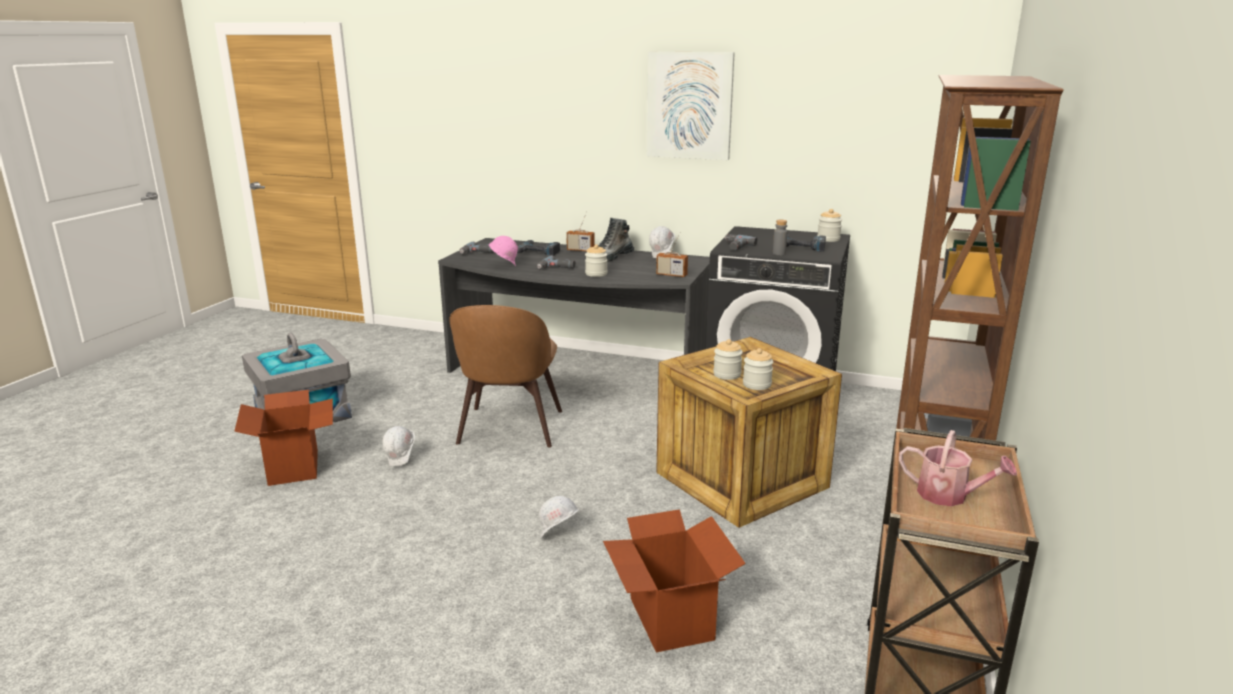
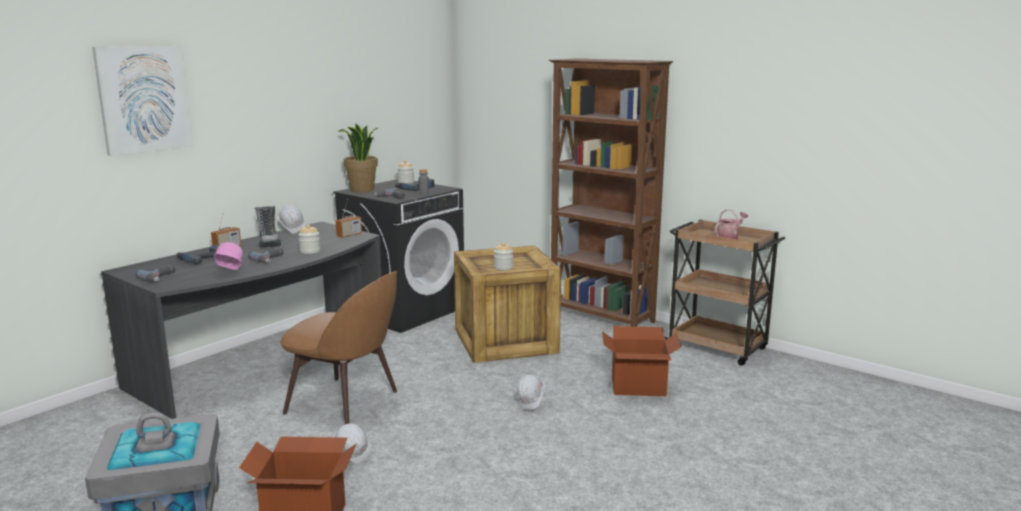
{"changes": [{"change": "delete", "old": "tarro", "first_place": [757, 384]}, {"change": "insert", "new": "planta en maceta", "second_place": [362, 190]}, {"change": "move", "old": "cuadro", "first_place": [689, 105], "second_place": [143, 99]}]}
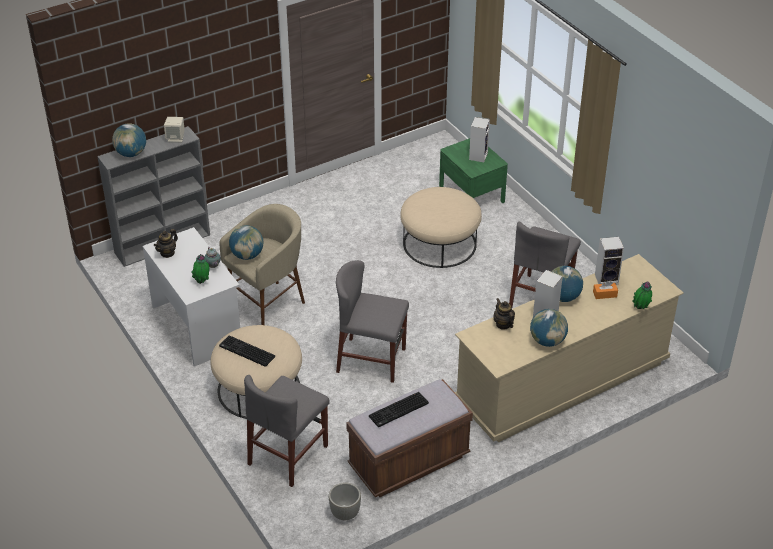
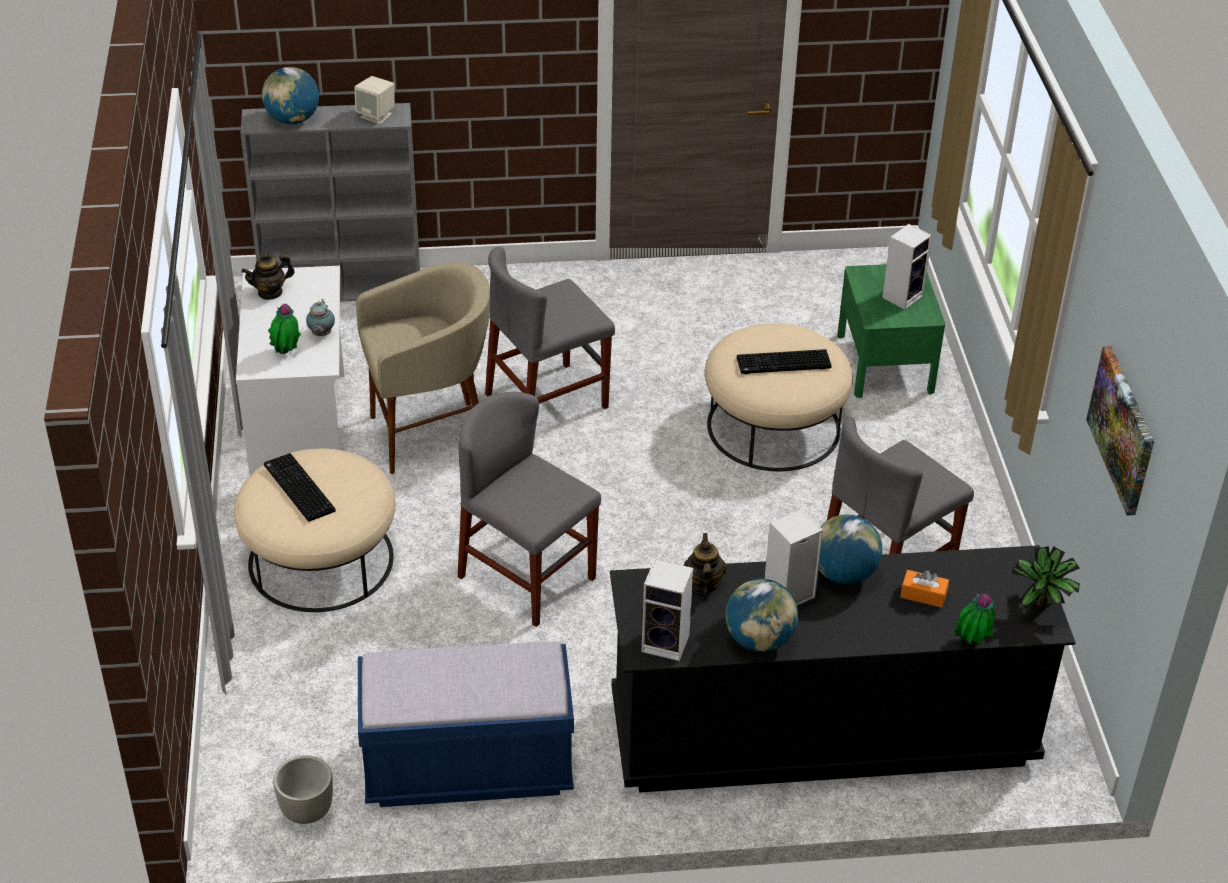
{"changes": [{"change": "delete", "old": "globo terráqueo", "first_place": [247, 255]}, {"change": "insert", "new": "planta en maceta", "second_place": [1041, 607]}, {"change": "insert", "new": "cuadro", "second_place": [1123, 429]}, {"change": "move", "old": "silla [gris]", "first_place": [288, 455], "second_place": [547, 400]}, {"change": "move", "old": "teclado", "first_place": [398, 411], "second_place": [783, 364]}, {"change": "move", "old": "altavoz", "first_place": [607, 279], "second_place": [667, 643]}, {"change": "recolor", "old": "banco [marrón]", "new": "banco [azul]", "first_place": [409, 462], "second_place": [468, 767]}, {"change": "recolor", "old": "cómoda [beis]", "new": "cómoda [negro]", "first_place": [562, 382], "second_place": [822, 731]}]}
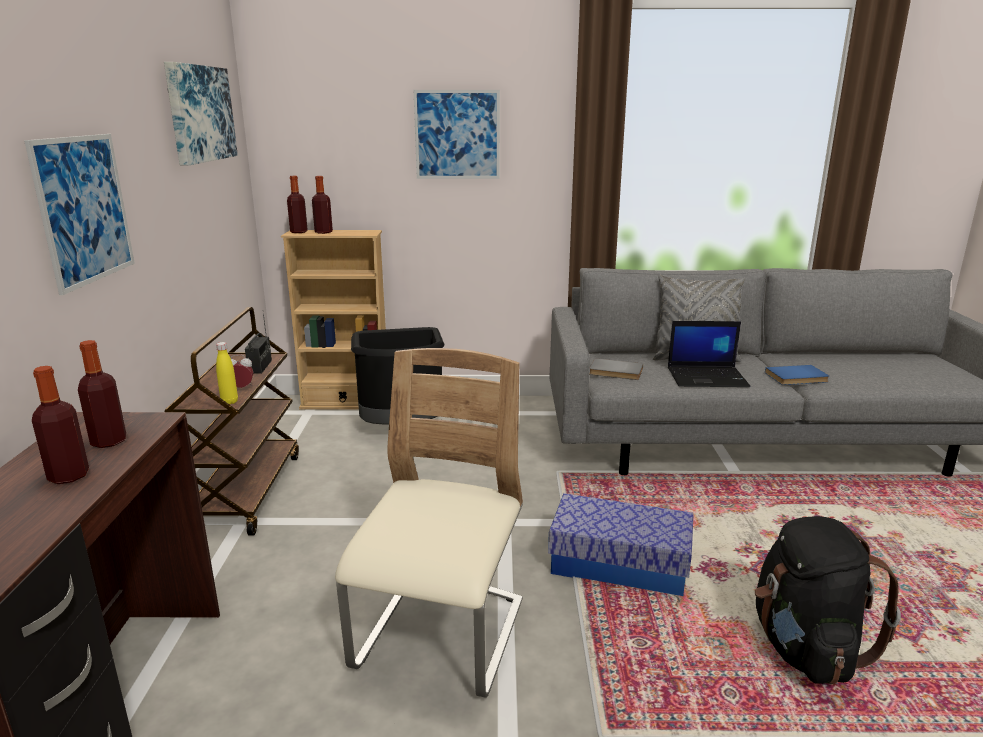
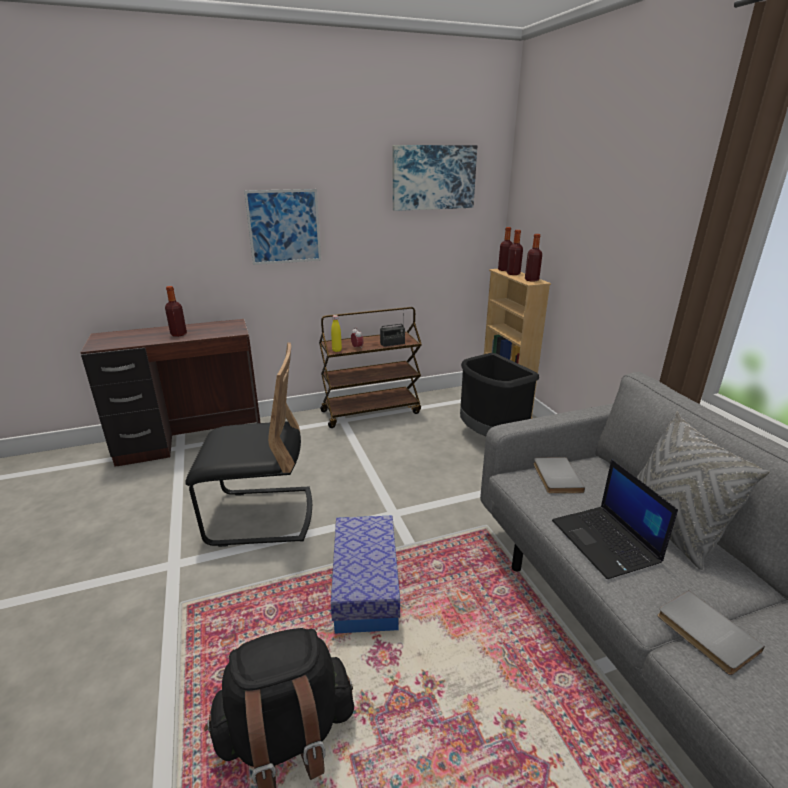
{"changes": [{"change": "delete", "old": "cuadro", "first_place": [457, 135]}, {"change": "move", "old": "botella", "first_place": [109, 441], "second_place": [531, 280]}, {"change": "recolor", "old": "silla [beis]", "new": "silla [negro]", "first_place": [441, 637], "second_place": [260, 516]}, {"change": "recolor", "old": "libro [azul]", "new": "libro [gris]", "first_place": [797, 378], "second_place": [705, 634]}]}
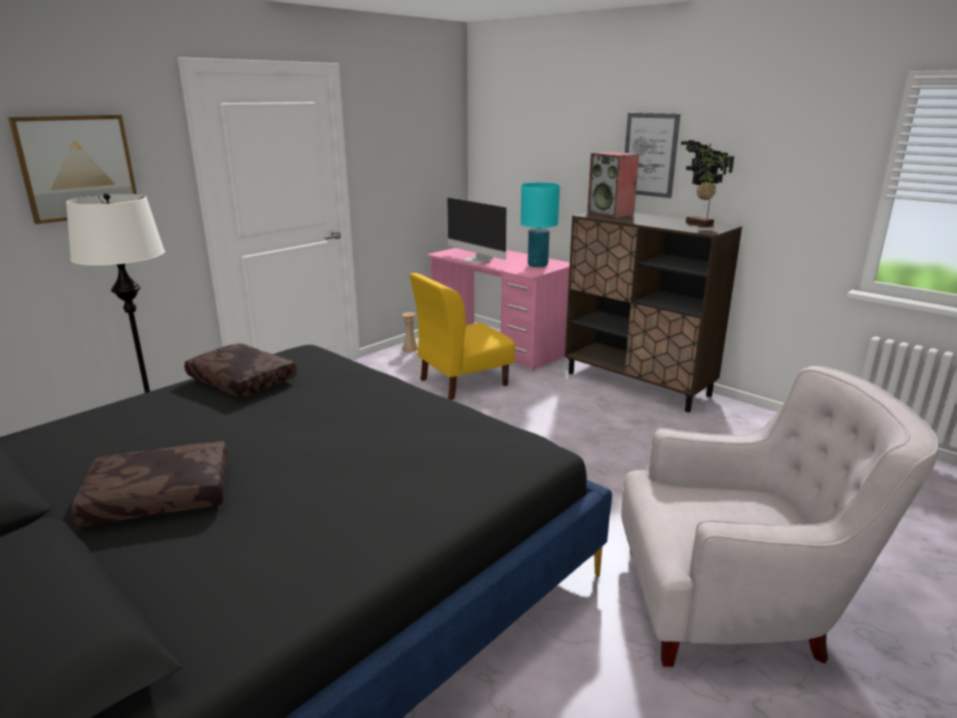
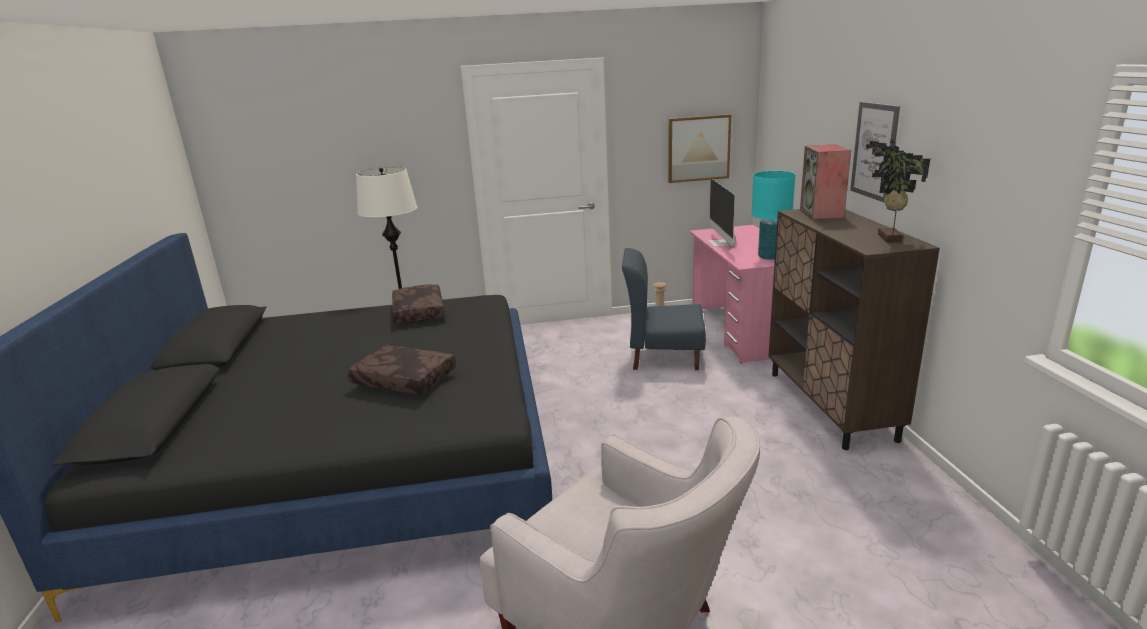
{"changes": [{"change": "move", "old": "cuadro", "first_place": [77, 167], "second_place": [698, 148]}, {"change": "move", "old": "cojín [marrón]", "first_place": [158, 497], "second_place": [402, 380]}, {"change": "recolor", "old": "silla [amarillo]", "new": "silla [azul]", "first_place": [462, 382], "second_place": [663, 356]}]}
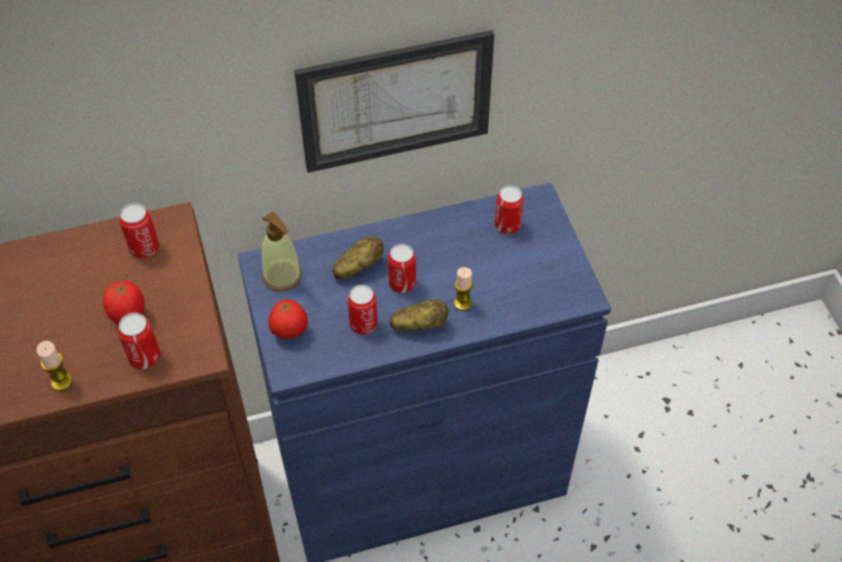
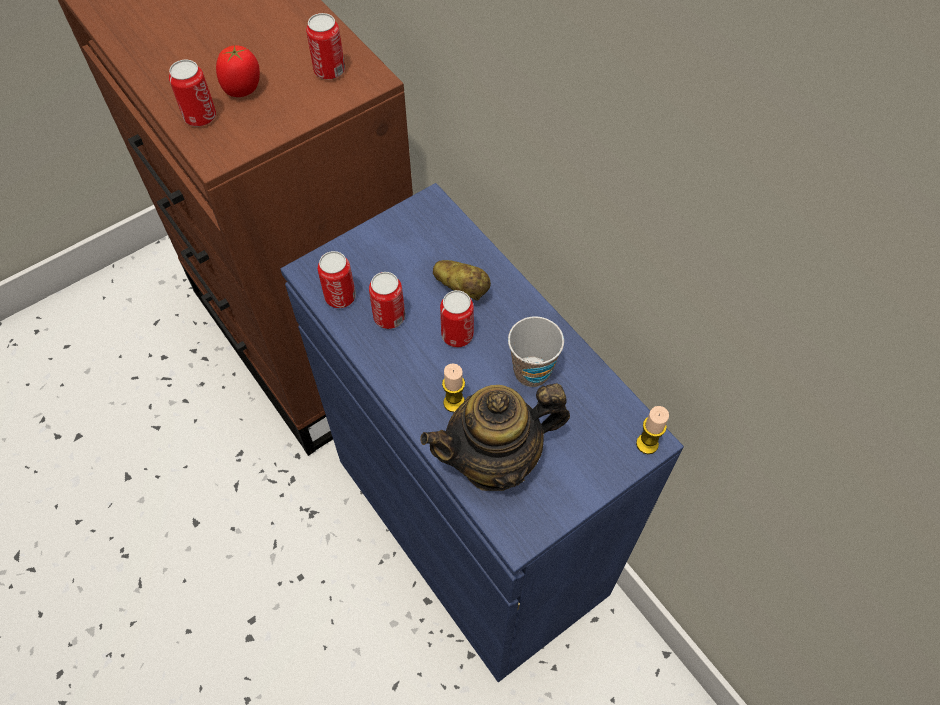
{"changes": [{"change": "delete", "old": "dispensador de jabón", "first_place": [282, 276]}, {"change": "delete", "old": "tomate", "first_place": [289, 332]}, {"change": "delete", "old": "cuadro", "first_place": [395, 101]}, {"change": "delete", "old": "patata", "first_place": [419, 325]}, {"change": "insert", "new": "tetera", "second_place": [495, 460]}, {"change": "insert", "new": "taza", "second_place": [532, 371]}, {"change": "move", "old": "vela", "first_place": [61, 381], "second_place": [647, 444]}, {"change": "move", "old": "lata", "first_place": [507, 225], "second_place": [340, 297]}]}
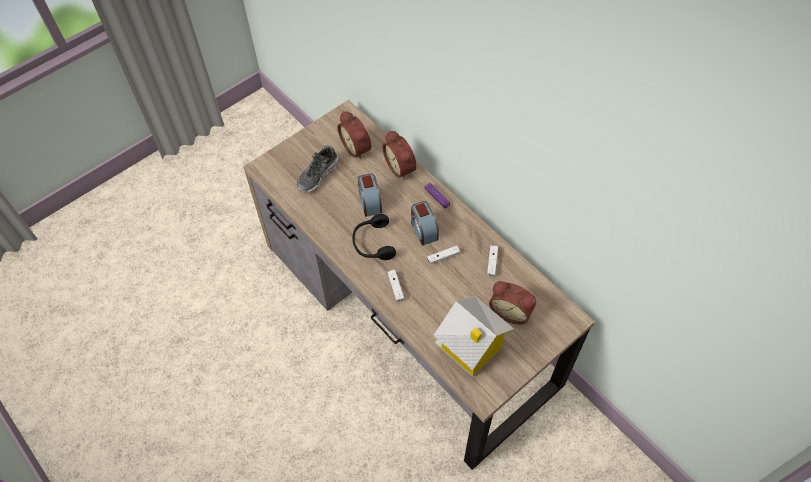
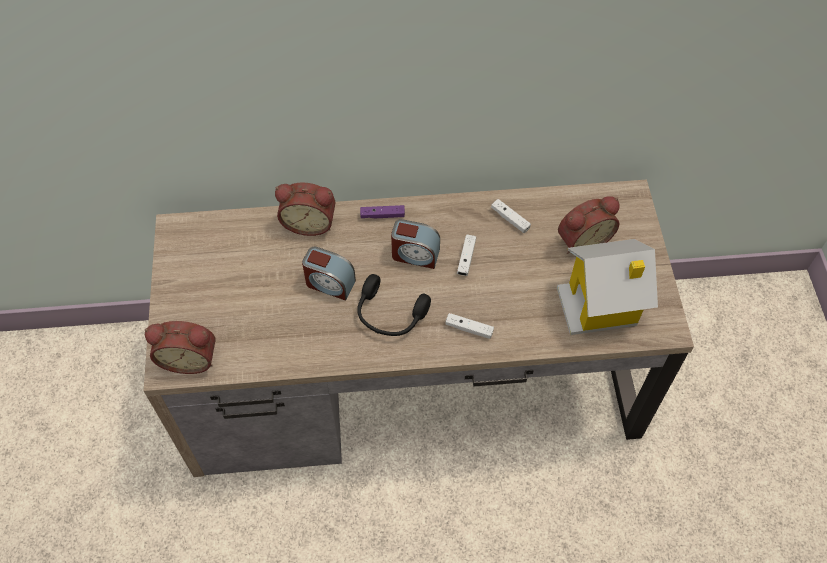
{"changes": [{"change": "delete", "old": "zapato", "first_place": [318, 175]}, {"change": "move", "old": "despertador", "first_place": [357, 147], "second_place": [190, 358]}]}
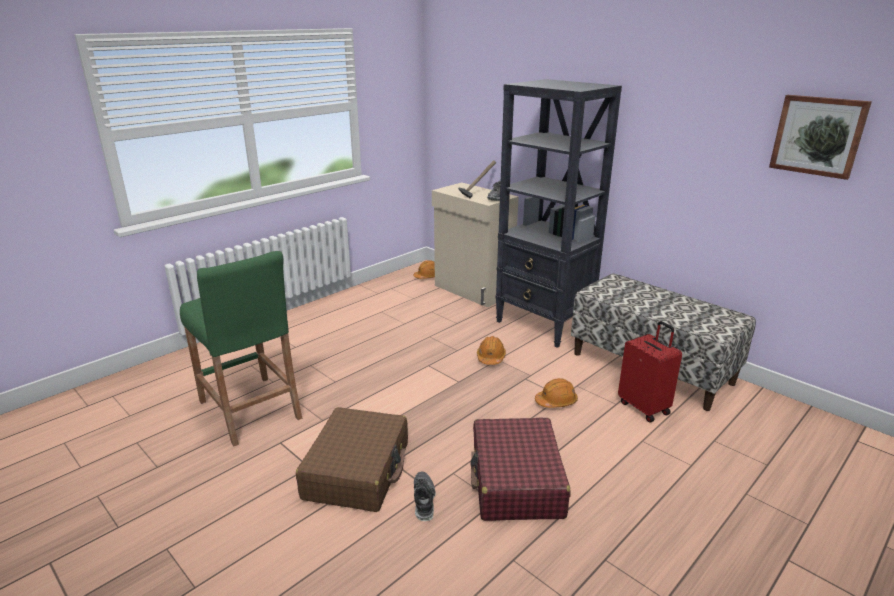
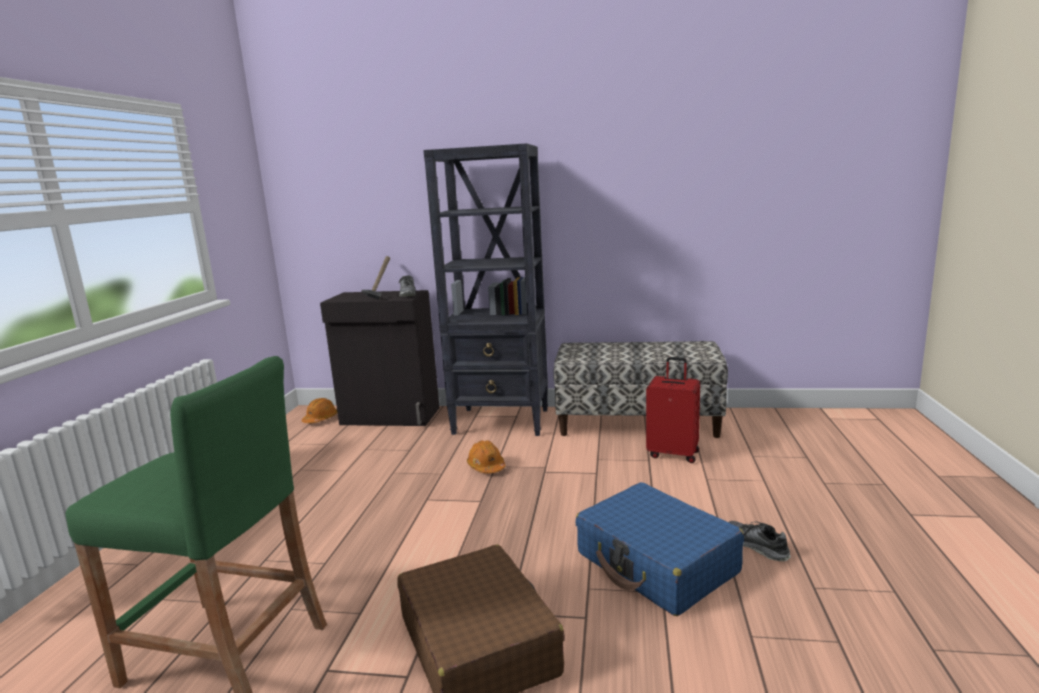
{"changes": [{"change": "delete", "old": "casco [naranja]", "first_place": [556, 401]}, {"change": "delete", "old": "cuadro", "first_place": [818, 136]}, {"change": "move", "old": "zapato", "first_place": [423, 500], "second_place": [756, 546]}, {"change": "recolor", "old": "armario [beis]", "new": "armario [negro]", "first_place": [472, 291], "second_place": [390, 417]}, {"change": "recolor", "old": "maleta [rojo]", "new": "maleta [azul]", "first_place": [516, 481], "second_place": [657, 563]}]}
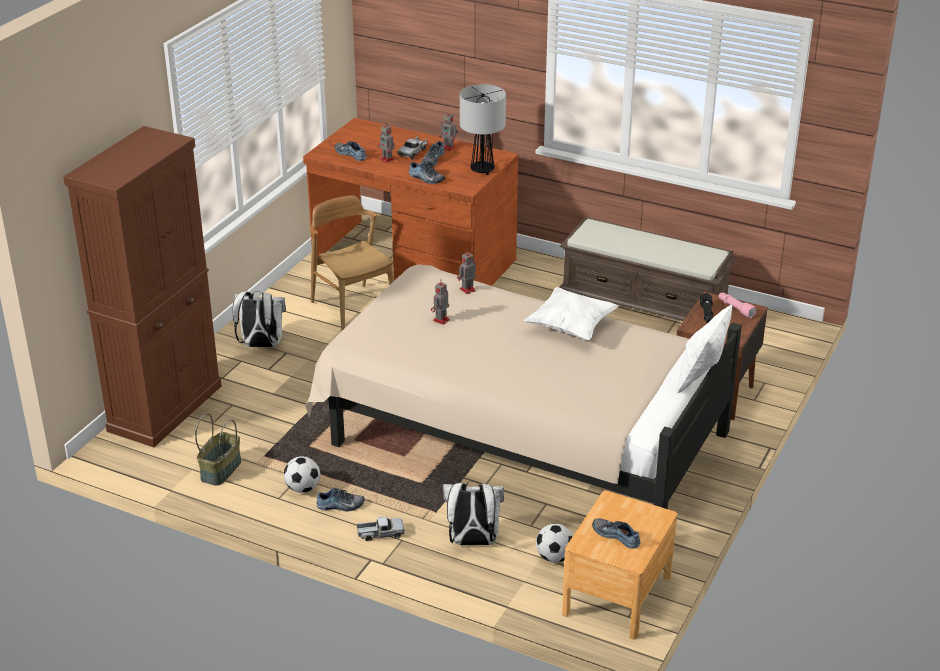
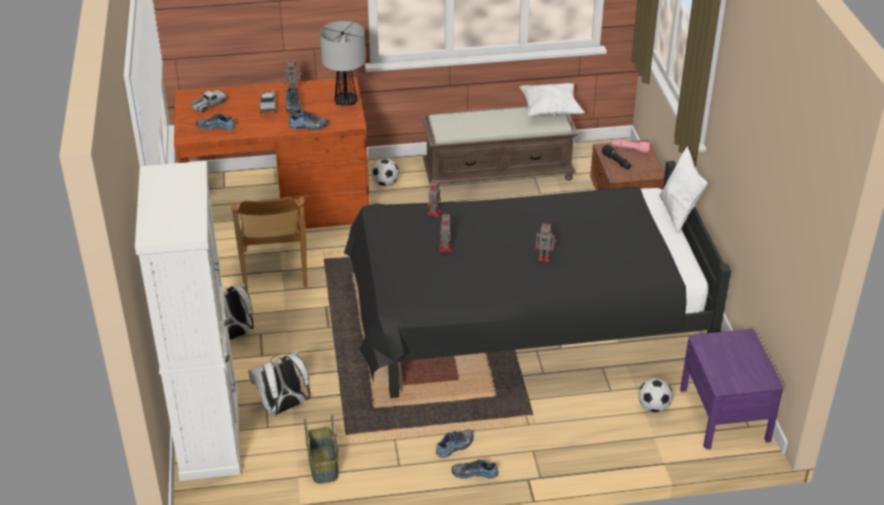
{"changes": [{"change": "move", "old": "balón de fútbol", "first_place": [302, 488], "second_place": [385, 183]}, {"change": "move", "old": "camión de juguete", "first_place": [380, 534], "second_place": [208, 105]}, {"change": "move", "old": "robot de juguete", "first_place": [387, 159], "second_place": [545, 257]}, {"change": "move", "old": "mochila [blanco]", "first_place": [472, 542], "second_place": [283, 407]}, {"change": "move", "old": "cojín [blanco]", "first_place": [571, 327], "second_place": [550, 110]}, {"change": "move", "old": "zapato", "first_place": [617, 535], "second_place": [474, 472]}, {"change": "recolor", "old": "armario [marrón]", "new": "armario [blanco]", "first_place": [165, 408], "second_place": [209, 433]}, {"change": "recolor", "old": "cama [beis]", "new": "cama [negro]", "first_place": [517, 434], "second_place": [522, 321]}, {"change": "recolor", "old": "mesita de noche [marrón]", "new": "mesita de noche [morado]", "first_place": [617, 595], "second_place": [724, 414]}, {"change": "rotate", "old": "silla [marrón]", "first_place": [354, 308], "second_place": [274, 269], "degrees": -120}]}
